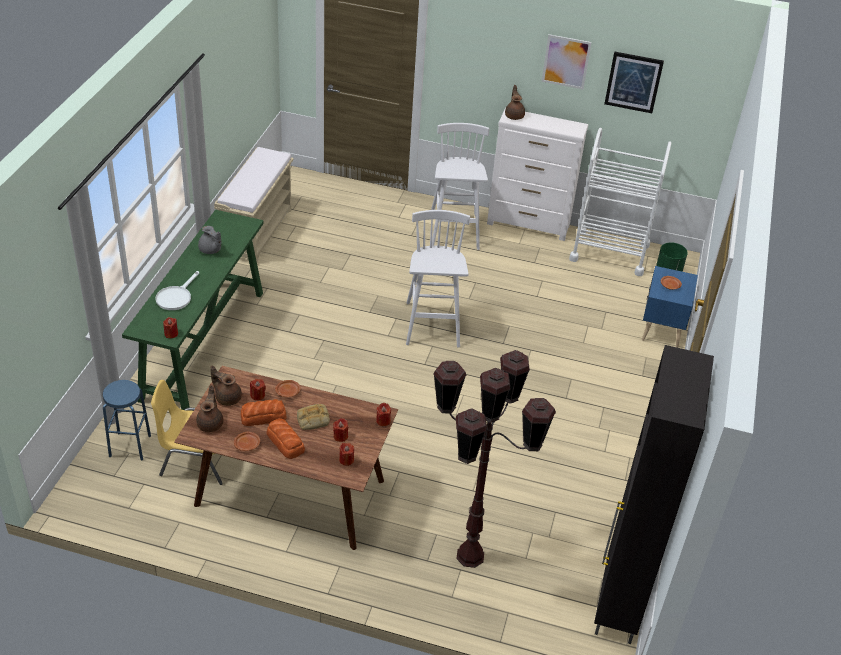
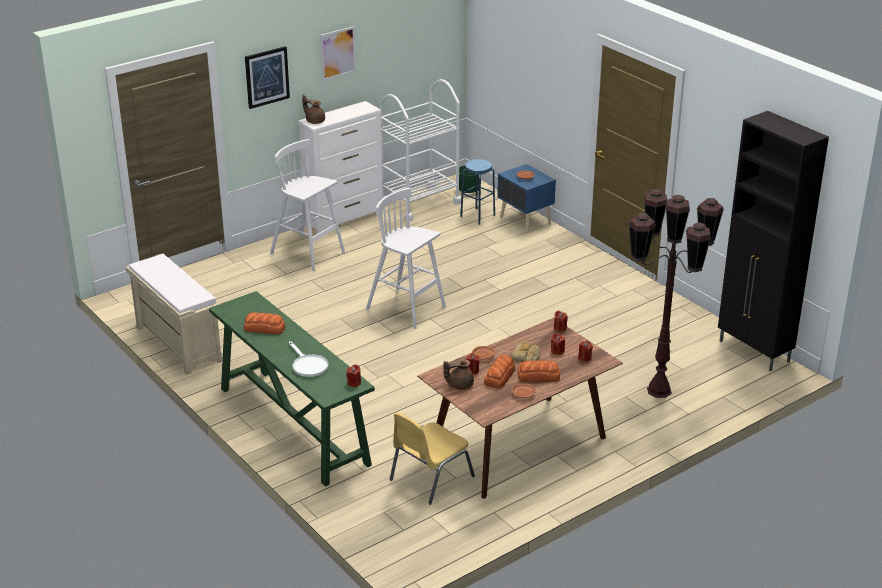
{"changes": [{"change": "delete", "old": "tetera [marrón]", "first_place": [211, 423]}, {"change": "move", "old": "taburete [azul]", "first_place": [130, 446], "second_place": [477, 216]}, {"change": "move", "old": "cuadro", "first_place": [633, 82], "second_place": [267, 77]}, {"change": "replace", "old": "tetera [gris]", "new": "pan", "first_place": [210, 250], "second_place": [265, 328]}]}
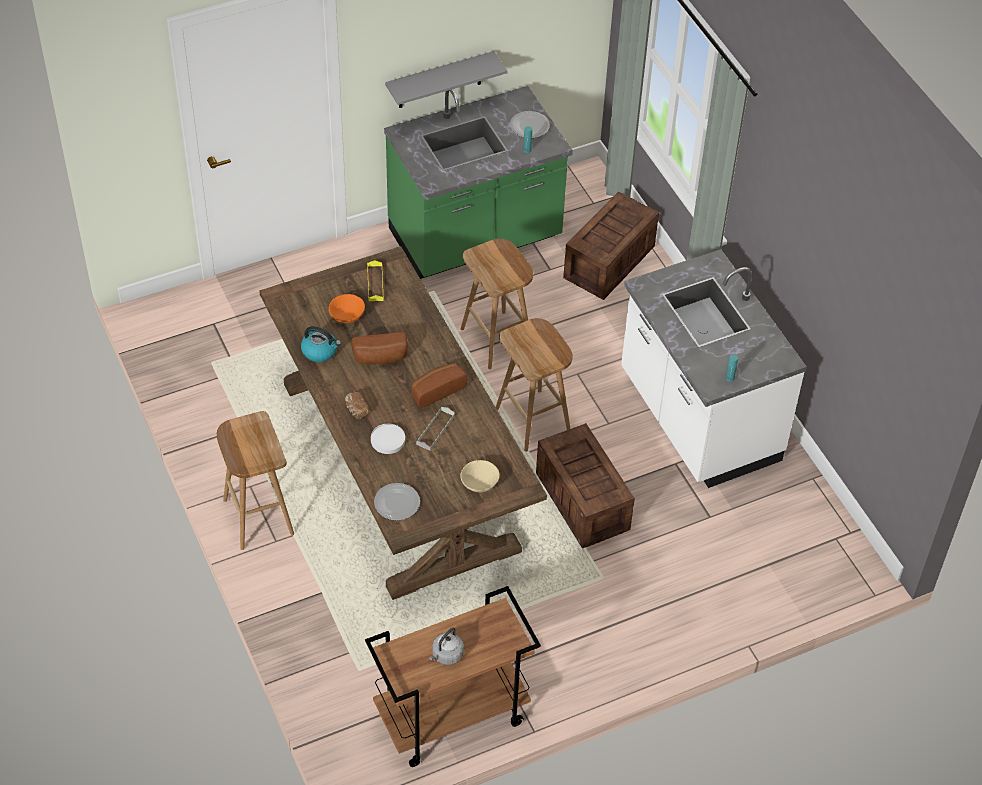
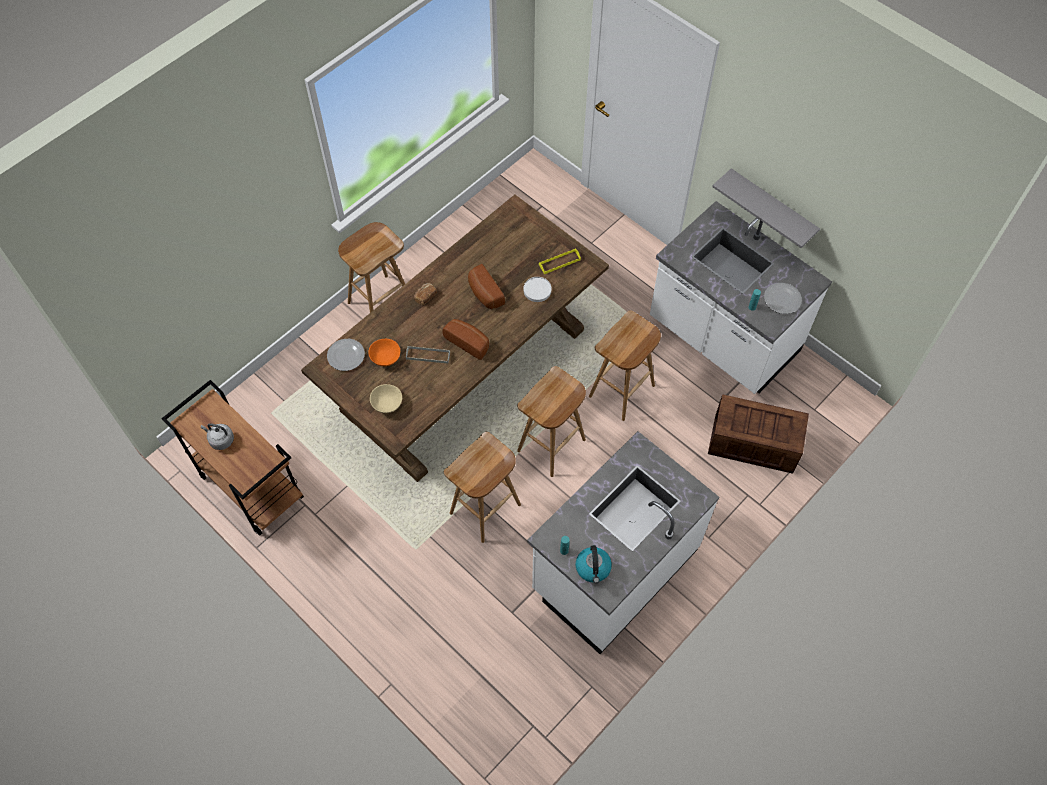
{"changes": [{"change": "move", "old": "hervidor", "first_place": [320, 351], "second_place": [593, 568]}, {"change": "move", "old": "cuenco [naranja]", "first_place": [347, 316], "second_place": [385, 358]}, {"change": "move", "old": "plato [blanco]", "first_place": [388, 440], "second_place": [537, 290]}, {"change": "replace", "old": "caja de embalaje", "new": "taburete [marrón]", "first_place": [583, 502], "second_place": [485, 510]}, {"change": "recolor", "old": "mueble bajo de cocina [verde]", "new": "mueble bajo de cocina [blanco]", "first_place": [475, 237], "second_place": [722, 337]}]}
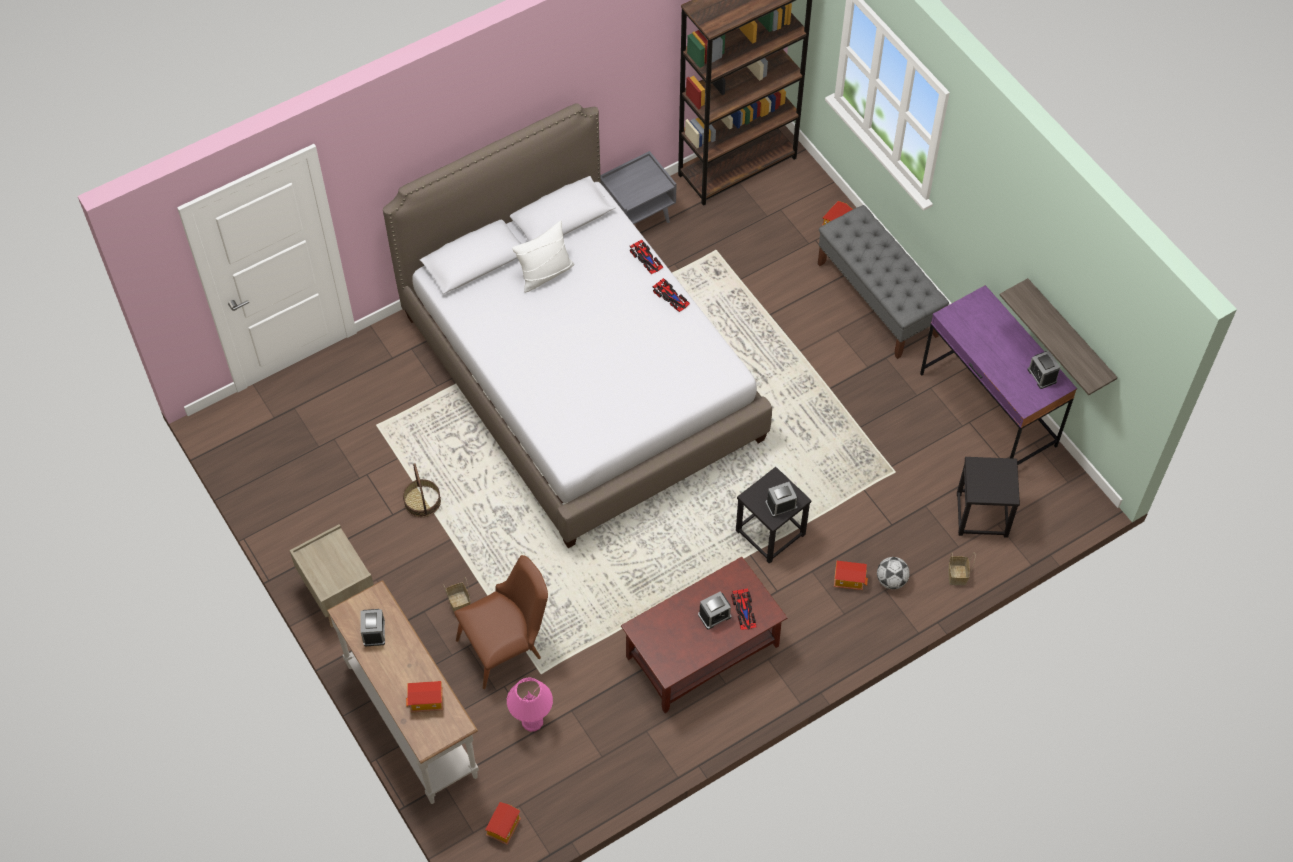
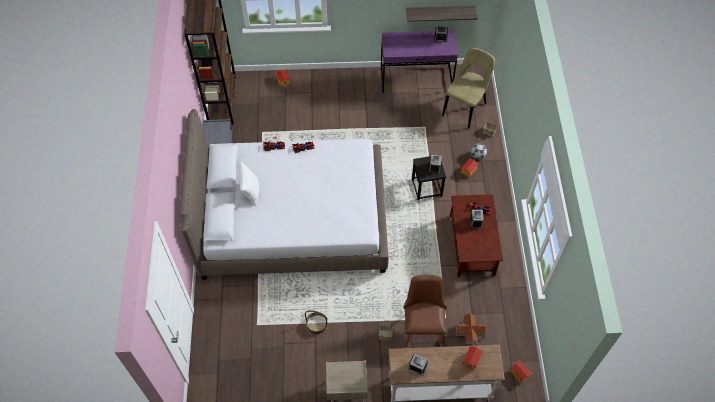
{"changes": [{"change": "delete", "old": "banco [gris]", "first_place": [877, 300]}, {"change": "replace", "old": "lámpara de mesa [rosa]", "new": "casita", "first_place": [532, 720], "second_place": [468, 334]}, {"change": "replace", "old": "taburete [negro]", "new": "silla [beis]", "first_place": [982, 515], "second_place": [465, 108]}]}
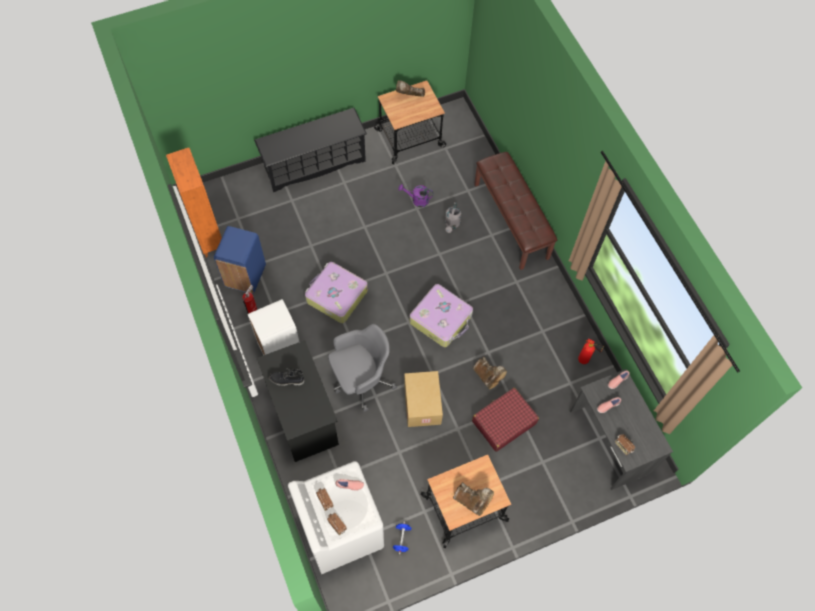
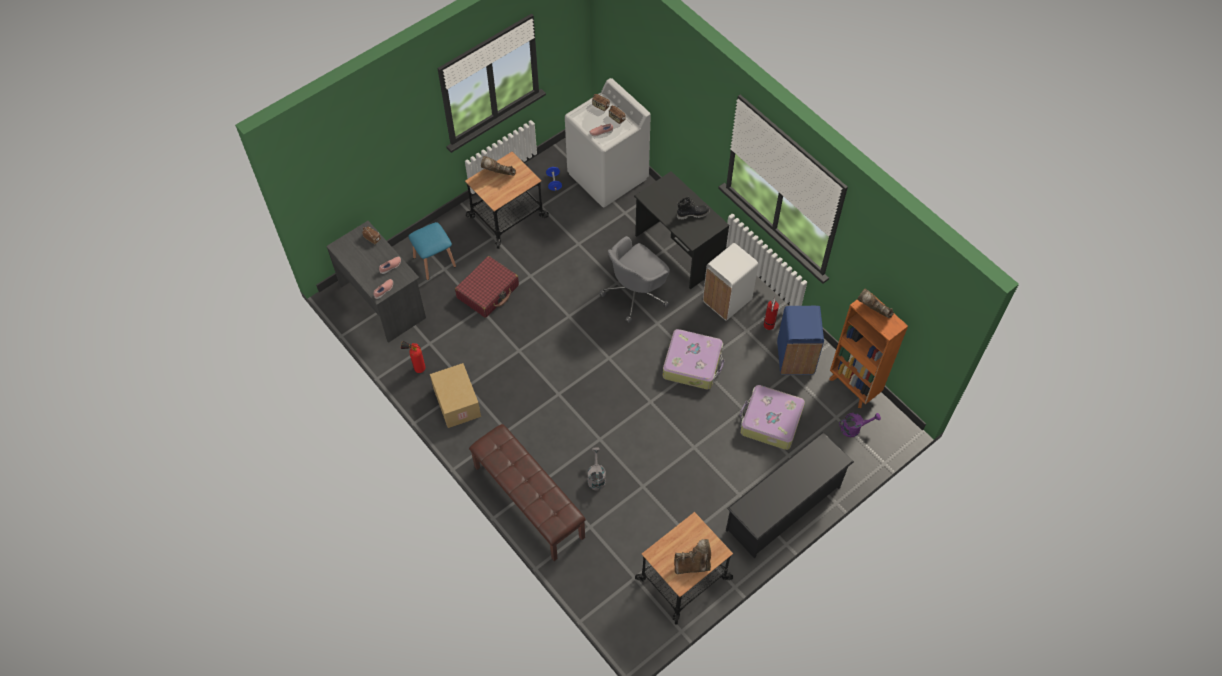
{"changes": [{"change": "insert", "new": "taburete [azul]", "second_place": [434, 262]}, {"change": "move", "old": "regadera [morado]", "first_place": [417, 200], "second_place": [854, 428]}, {"change": "move", "old": "caja de cartón", "first_place": [423, 404], "second_place": [456, 402]}, {"change": "move", "old": "maleta", "first_place": [441, 319], "second_place": [770, 421]}, {"change": "move", "old": "bota [marrón]", "first_place": [487, 377], "second_place": [872, 311]}]}
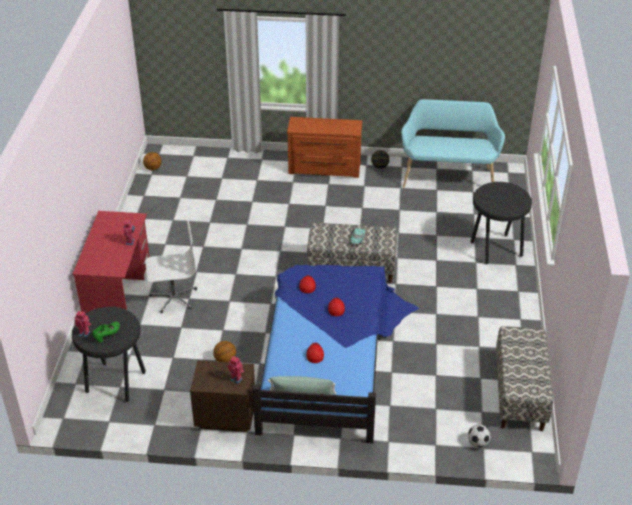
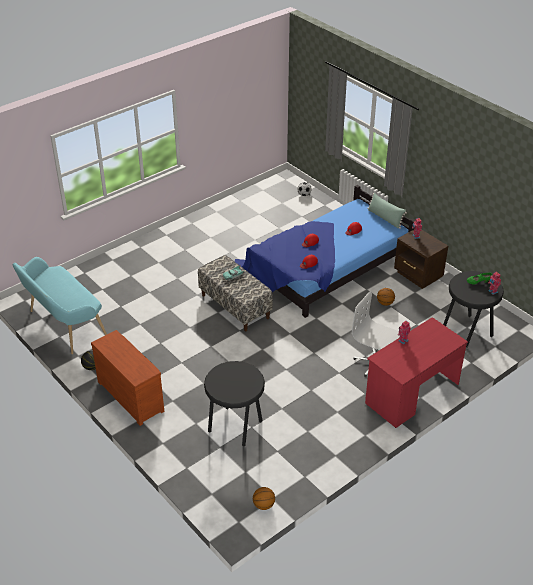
{"changes": [{"change": "delete", "old": "banco", "first_place": [520, 394]}, {"change": "move", "old": "taburete [negro]", "first_place": [495, 249], "second_place": [236, 427]}]}
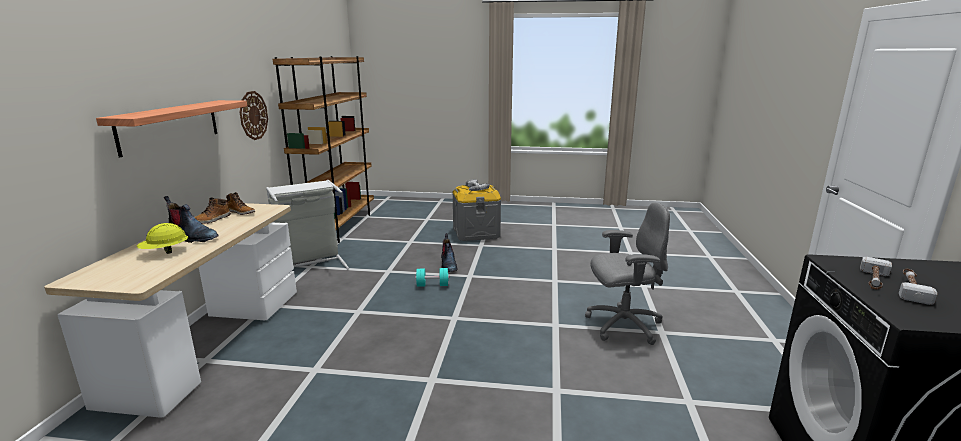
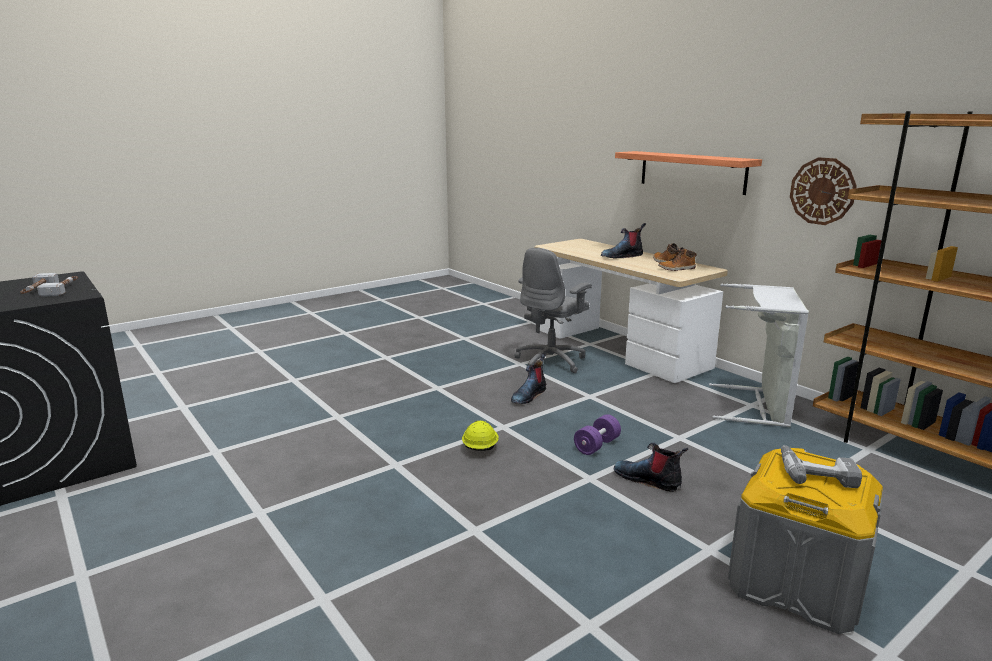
{"changes": [{"change": "insert", "new": "bota", "second_place": [528, 395]}, {"change": "move", "old": "casco [amarillo]", "first_place": [165, 252], "second_place": [480, 448]}, {"change": "move", "old": "silla de oficina [gris]", "first_place": [622, 325], "second_place": [551, 361]}, {"change": "recolor", "old": "mancuerna [turquesa]", "new": "mancuerna [morado]", "first_place": [432, 285], "second_place": [597, 445]}]}
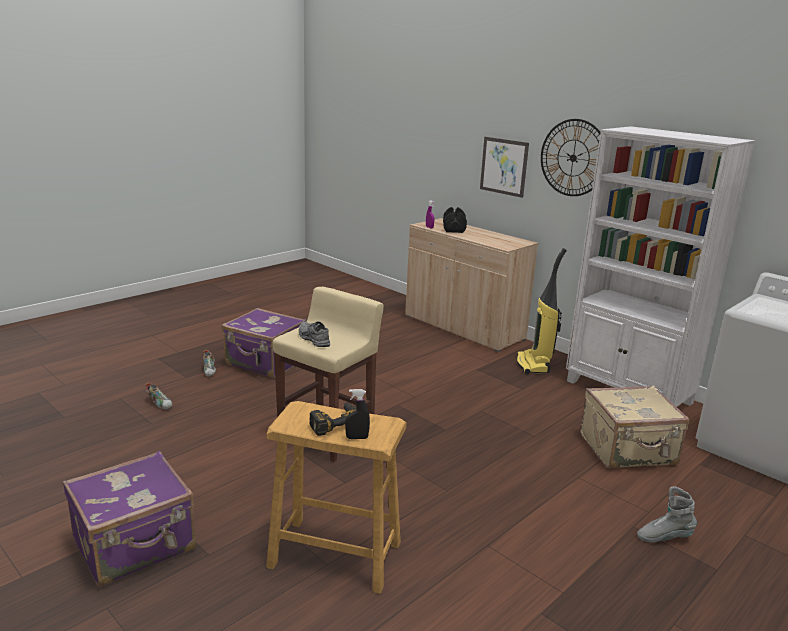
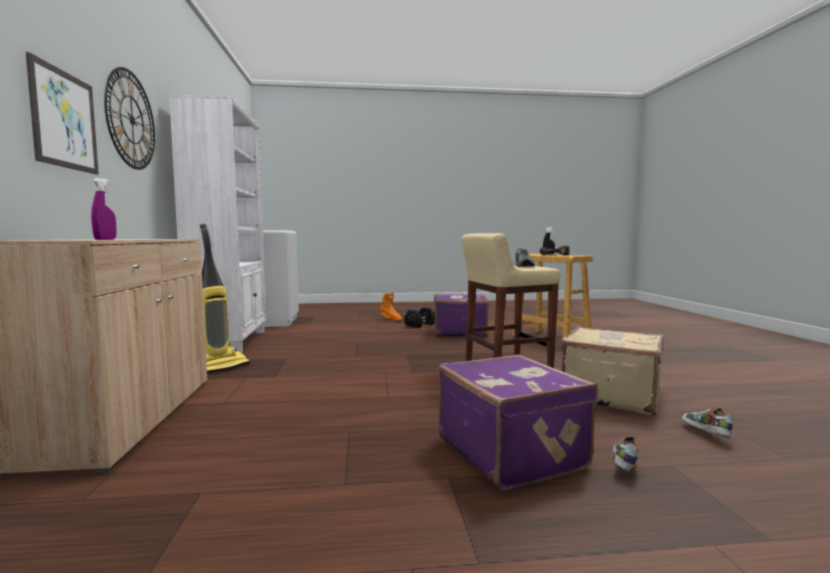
{"changes": [{"change": "move", "old": "maleta [morado]", "first_place": [136, 545], "second_place": [459, 332]}, {"change": "move", "old": "mancuerna [negro]", "first_place": [454, 229], "second_place": [419, 325]}, {"change": "move", "old": "maleta [beis]", "first_place": [628, 450], "second_place": [610, 396]}, {"change": "recolor", "old": "bota [gris]", "new": "bota [naranja]", "first_place": [664, 537], "second_place": [390, 319]}]}
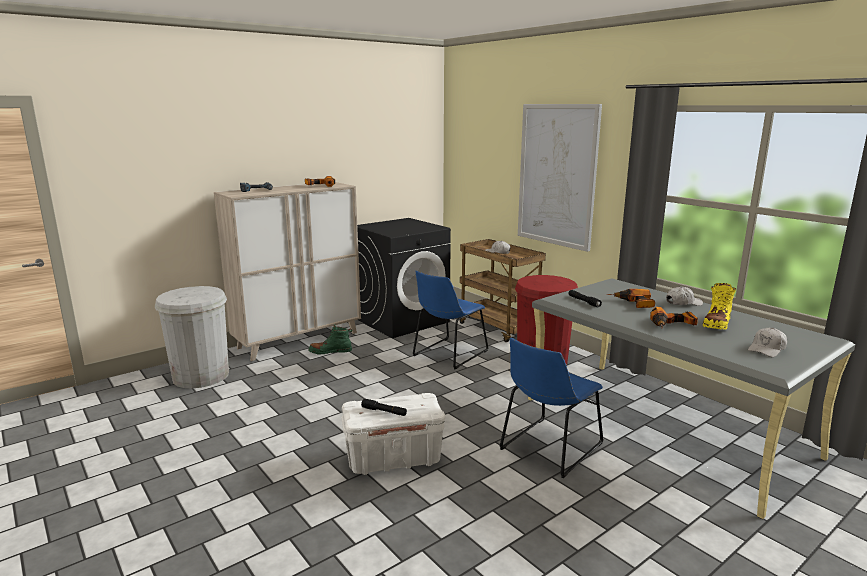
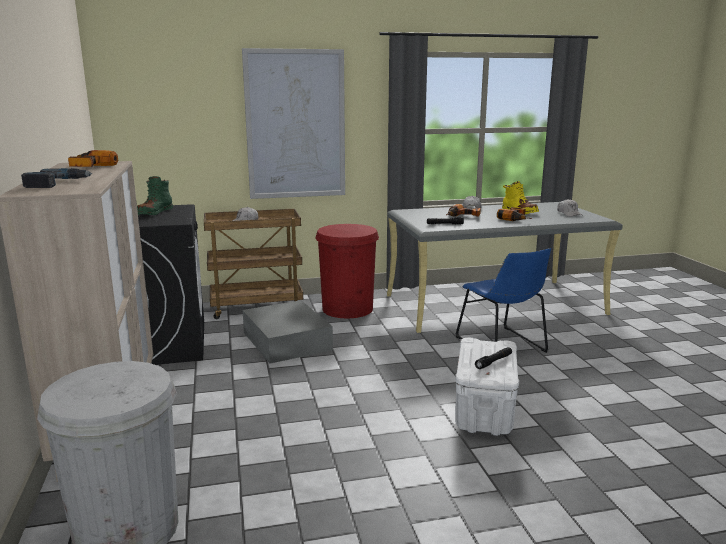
{"changes": [{"change": "move", "old": "bota [verde]", "first_place": [330, 351], "second_place": [154, 213]}, {"change": "replace", "old": "silla [azul]", "new": "caja de almacenaje [gris]", "first_place": [448, 354], "second_place": [286, 341]}]}
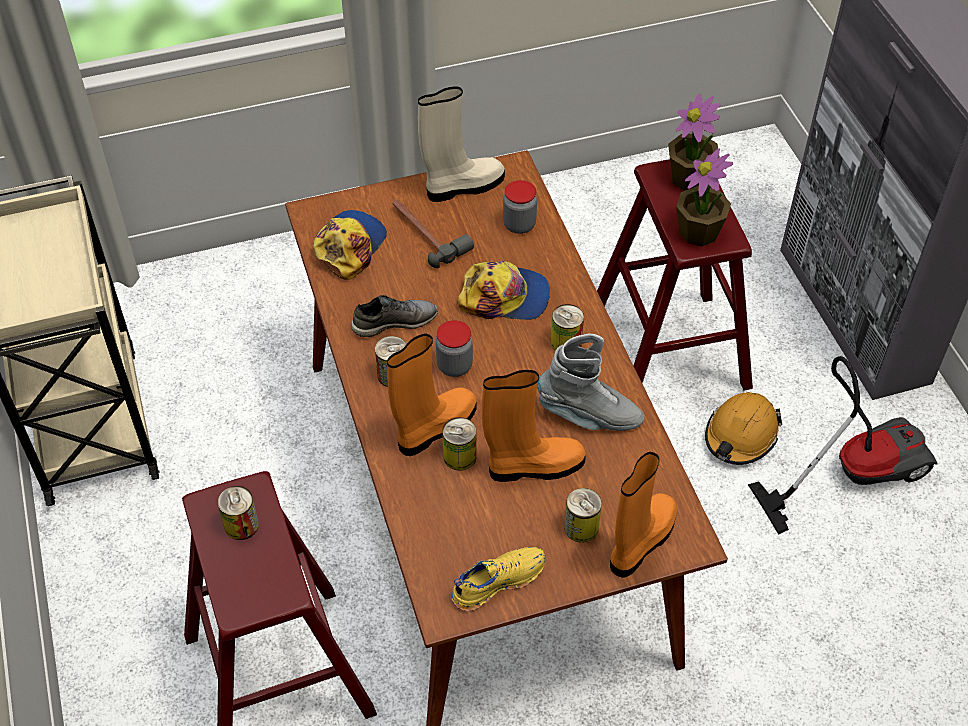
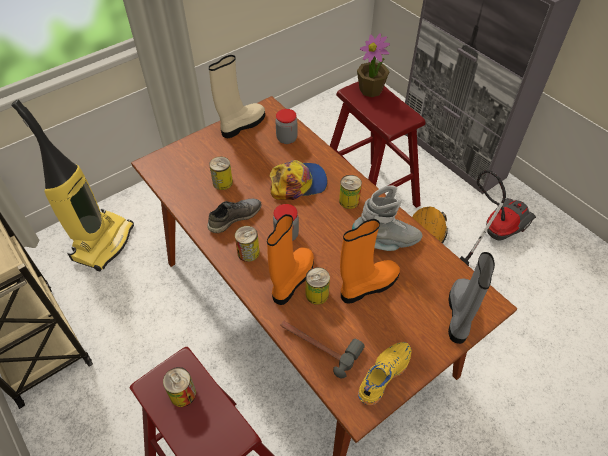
{"changes": [{"change": "delete", "old": "gorra", "first_place": [349, 246]}, {"change": "delete", "old": "planta en maceta", "first_place": [699, 232]}, {"change": "insert", "new": "aspiradora", "second_place": [102, 242]}, {"change": "move", "old": "martillo", "first_place": [426, 234], "second_place": [318, 344]}, {"change": "move", "old": "lata", "first_place": [581, 527], "second_place": [222, 182]}, {"change": "recolor", "old": "bota [naranja]", "new": "bota [gris]", "first_place": [640, 542], "second_place": [460, 315]}]}
